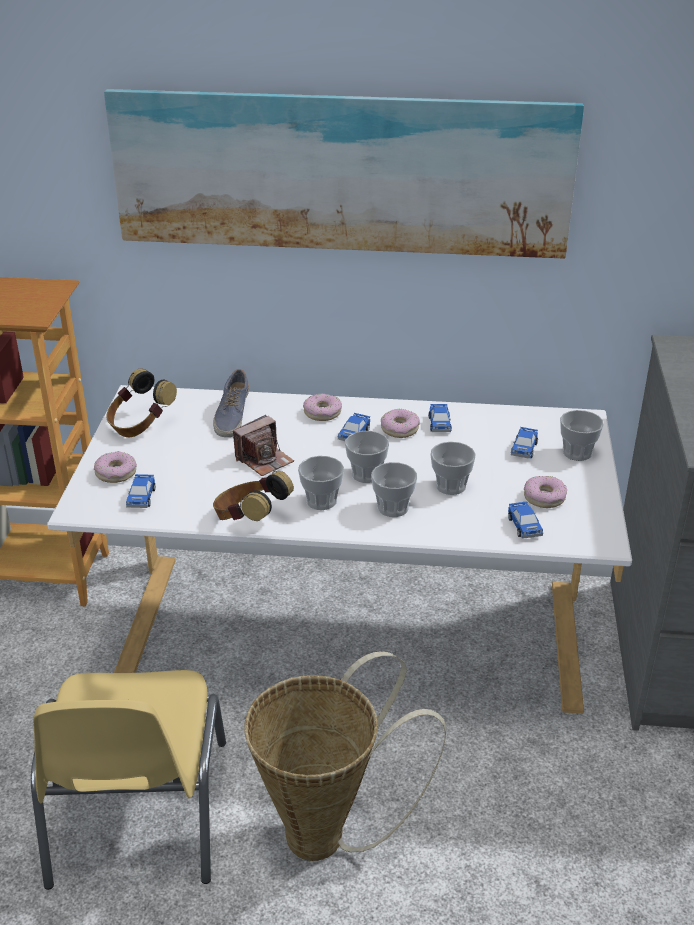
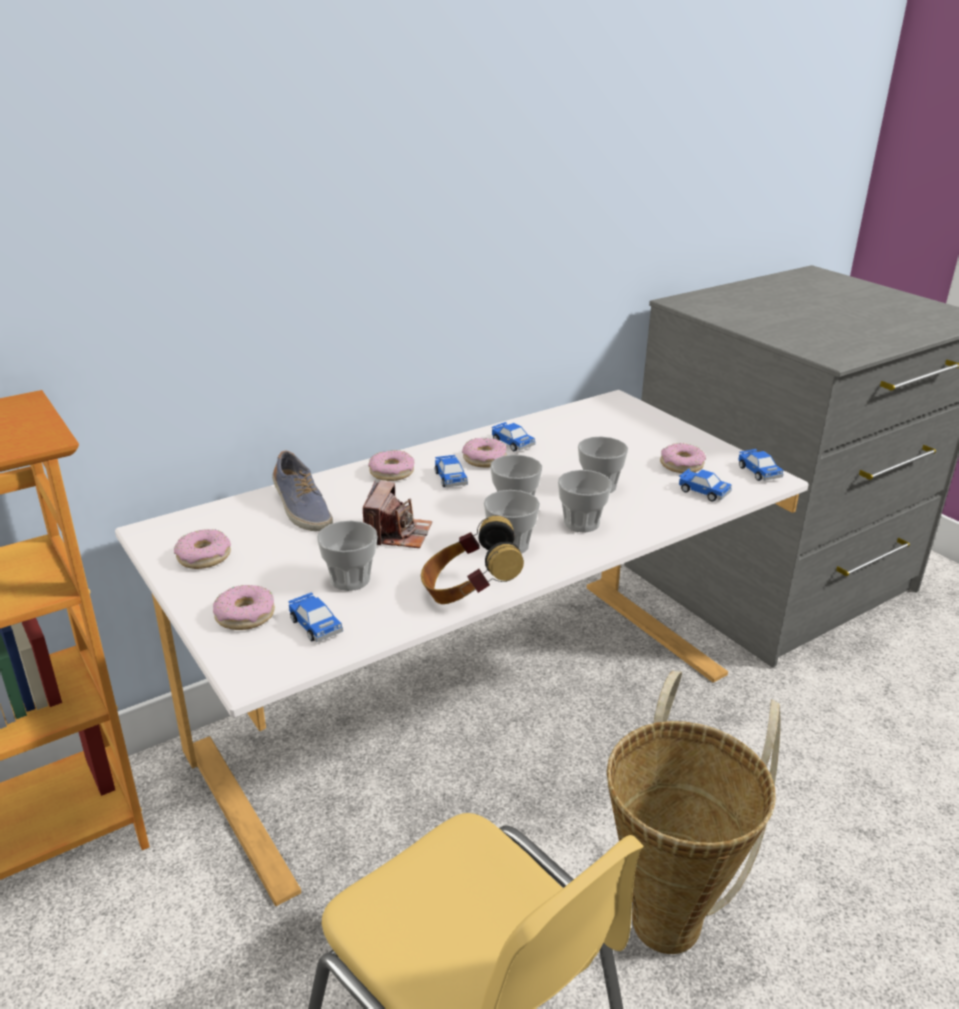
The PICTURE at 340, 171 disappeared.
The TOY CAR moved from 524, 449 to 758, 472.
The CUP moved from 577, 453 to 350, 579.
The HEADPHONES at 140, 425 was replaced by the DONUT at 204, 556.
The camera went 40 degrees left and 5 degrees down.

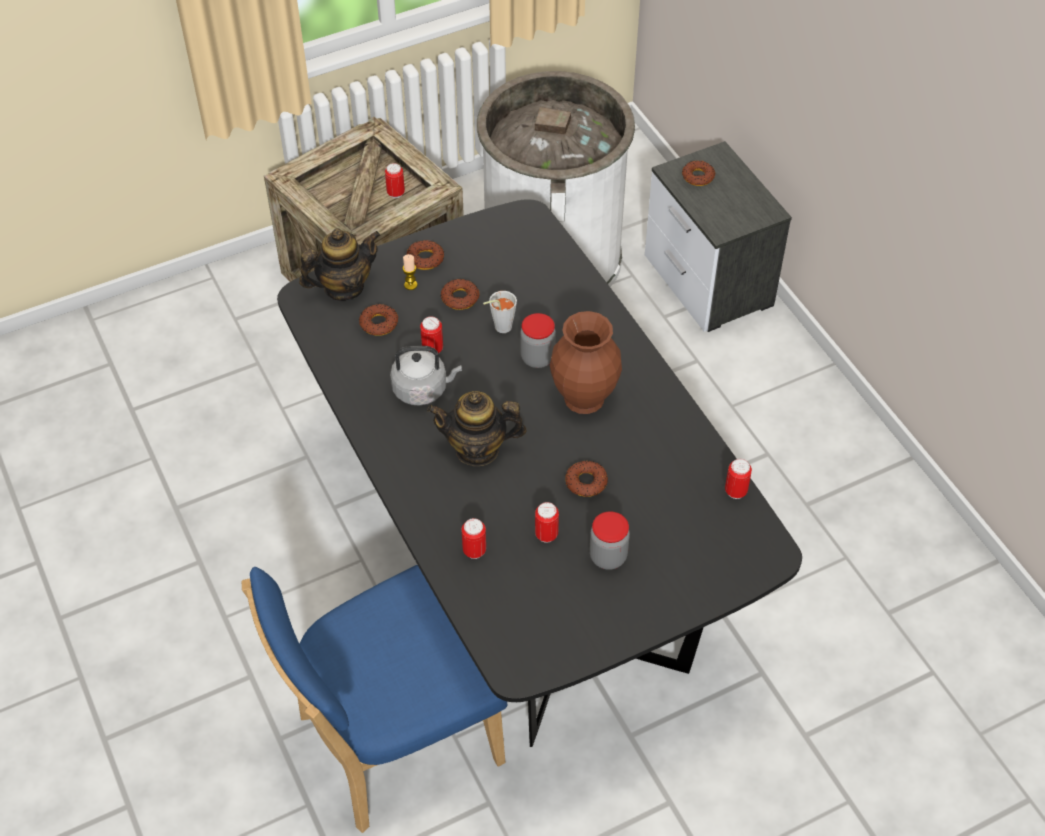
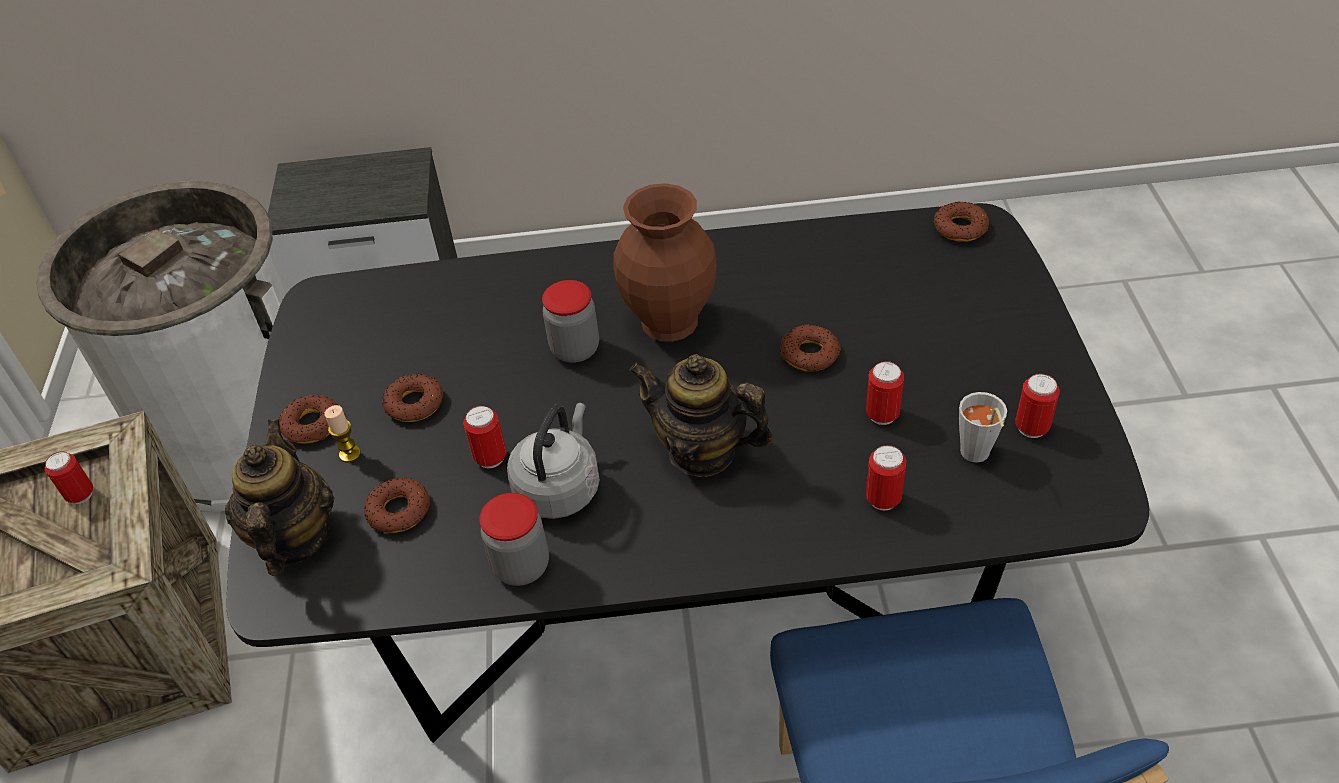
The GREY CUP moved from 499, 328 to 976, 457.
The JAR moved from 608, 556 to 521, 566.
The DONUT moved from 698, 176 to 960, 228.
The CAN moved from 735, 491 to 1031, 428.
The TEAPOT at 477, 449 turned 90 degrees clockwise.
The camera went 65 degrees left and 5 degrees down.

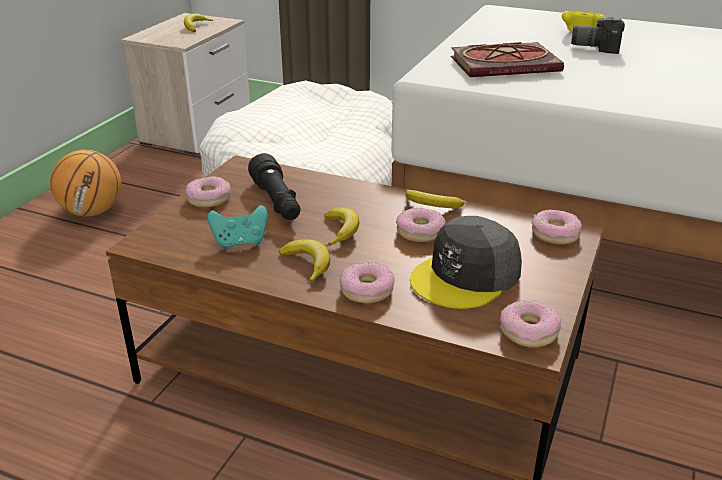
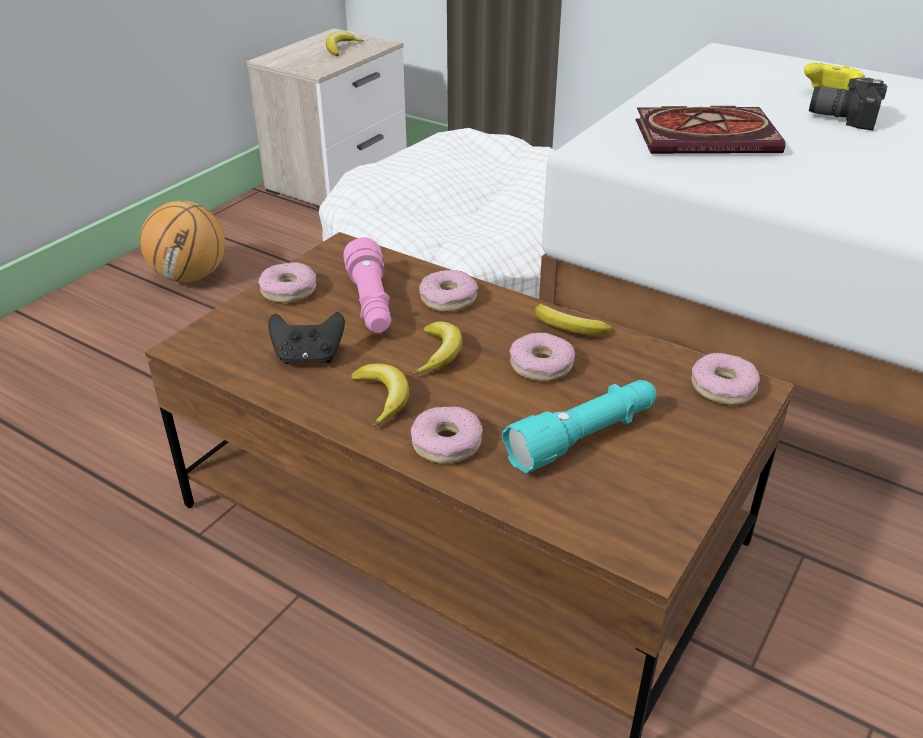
The DONUT moved from 529, 331 to 448, 299.
The GREY CAP at 466, 276 was replaced by the TURQUOISE FLASHLIGHT at 583, 437.
The TURQUOISE GAME CONTROLLER at 240, 242 became the BLACK GAME CONTROLLER at 308, 357.
The BLACK FLASHLIGHT at 277, 202 became the PINK FLASHLIGHT at 371, 304.
The camera went 10 degrees right and 5 degrees up.

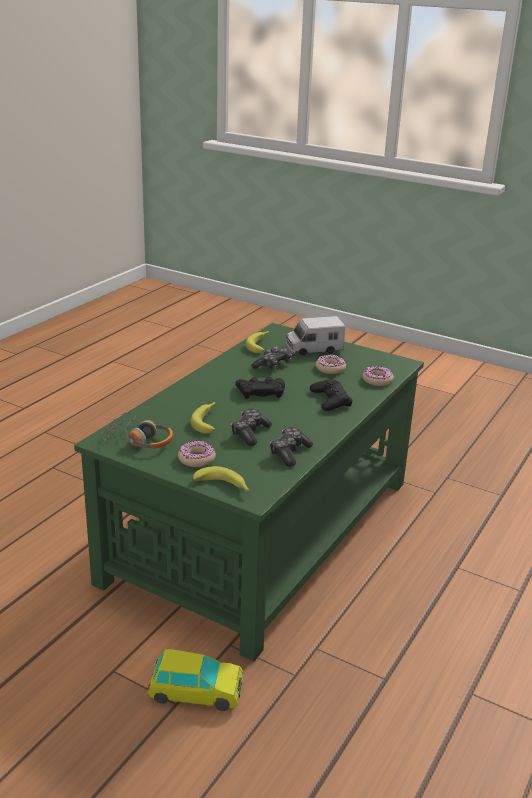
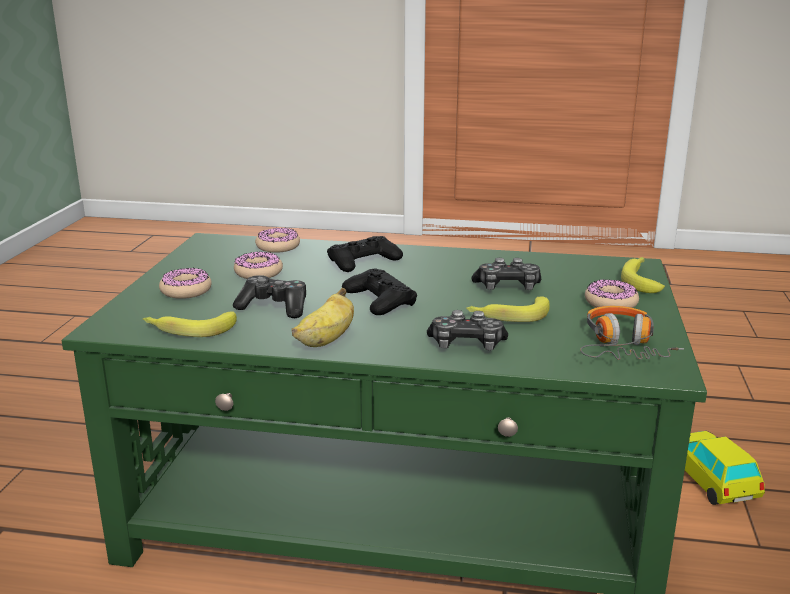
The BANANA at 326, 340 appeared.
The GAME CONTROLLER moved from 289, 453 to 466, 345.
The TOY TRUCK at 314, 349 was replaced by the DONUT at 186, 291.
The camera went 110 degrees left and 5 degrees down.

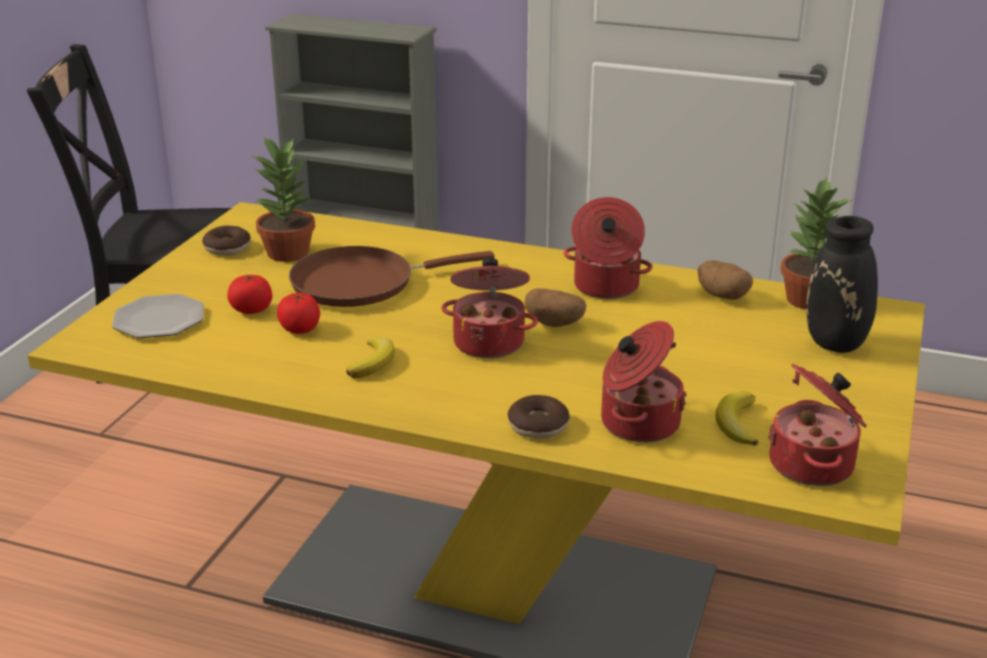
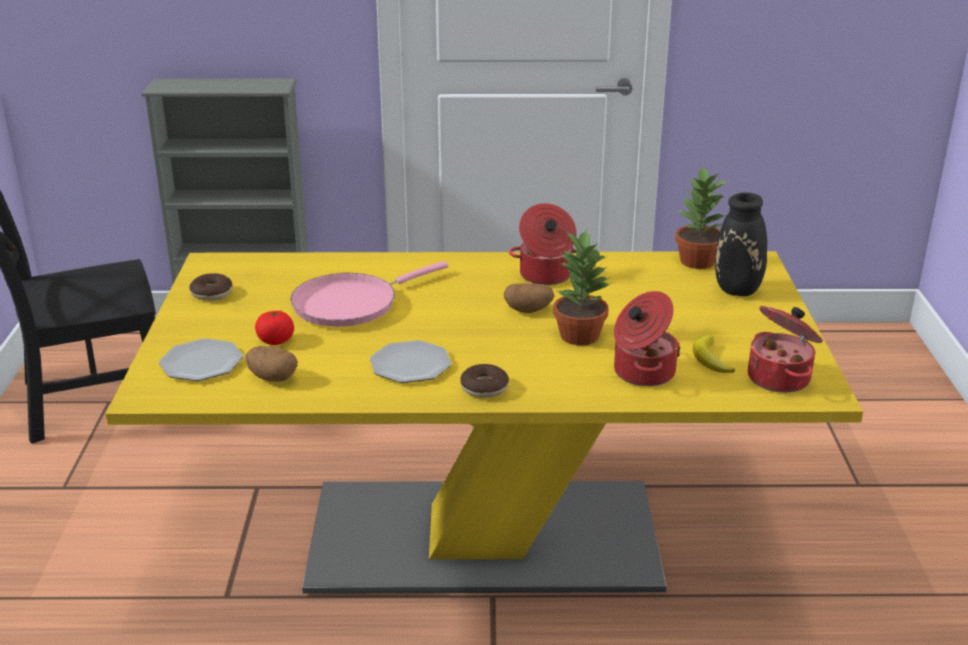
The TOMATO at 300, 329 disappeared.
The COOKING POT at 489, 342 disappeared.
The POTTED PLANT moved from 288, 252 to 579, 335.
The DONUT moved from 538, 426 to 484, 388.
The POTATO moved from 722, 296 to 272, 378.
The BANANA at 373, 362 was replaced by the PLATE at 411, 364.
The BROWN FRYING PAN at 361, 283 became the PINK FRYING PAN at 351, 304.
The camera went 20 degrees left and 0 degrees up.

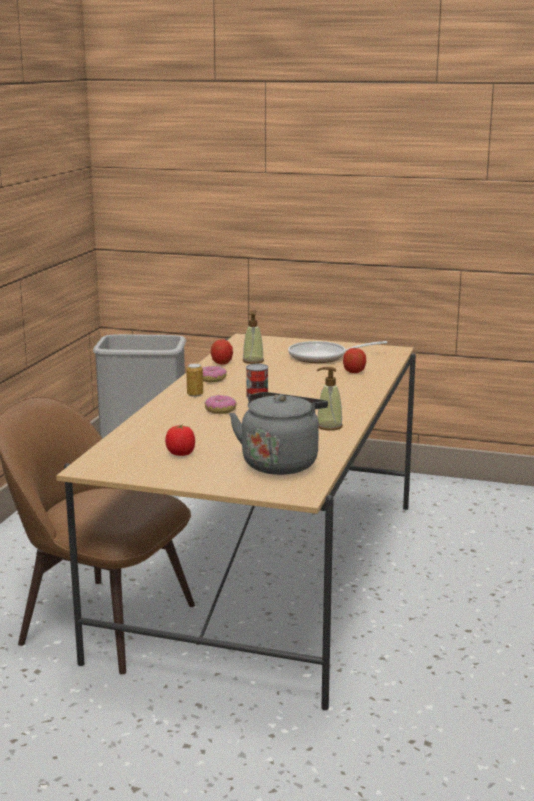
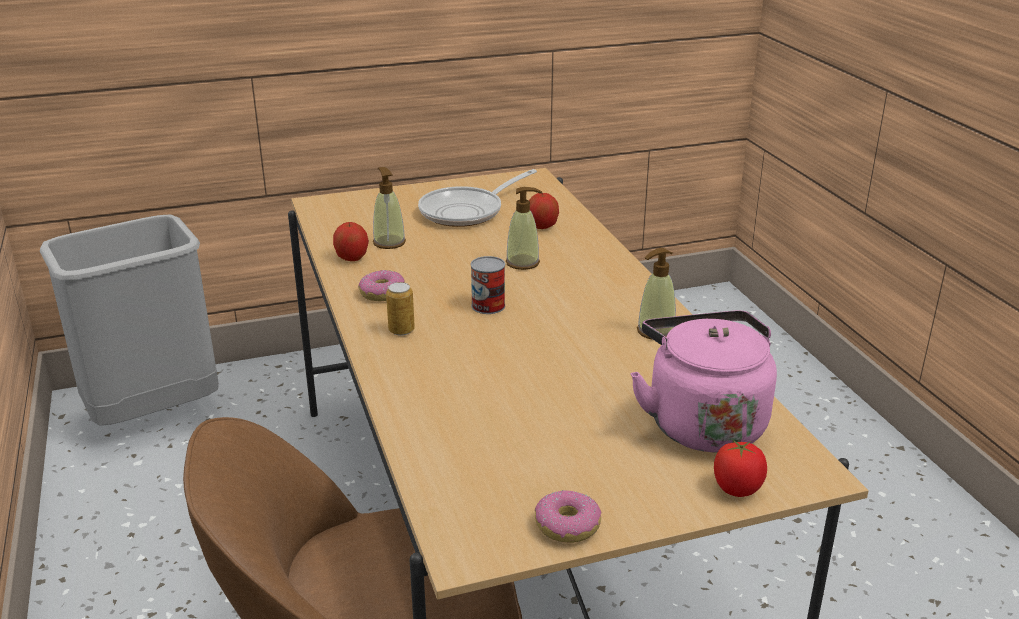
The SOAP DISPENSER at 523, 263 appeared.
The TOMATO moved from 181, 454 to 737, 489.
The DONUT moved from 220, 410 to 568, 525.
The GREY KETTLE at 281, 462 became the PINK KETTLE at 702, 422.
The camera went 35 degrees left and 10 degrees up.

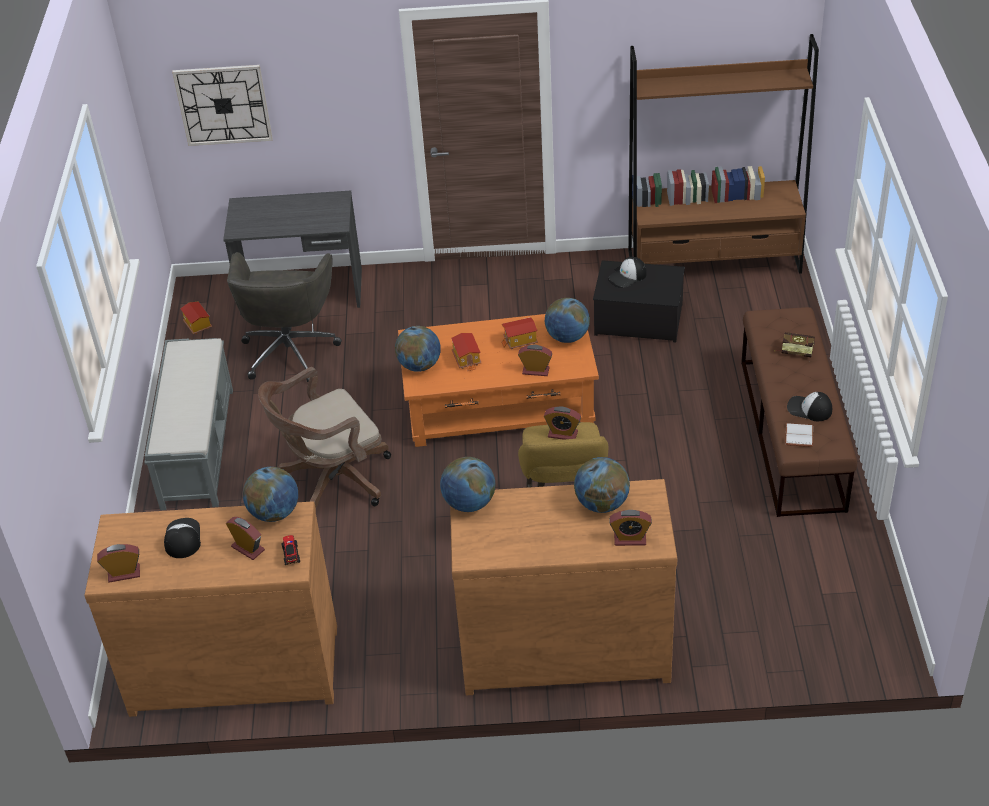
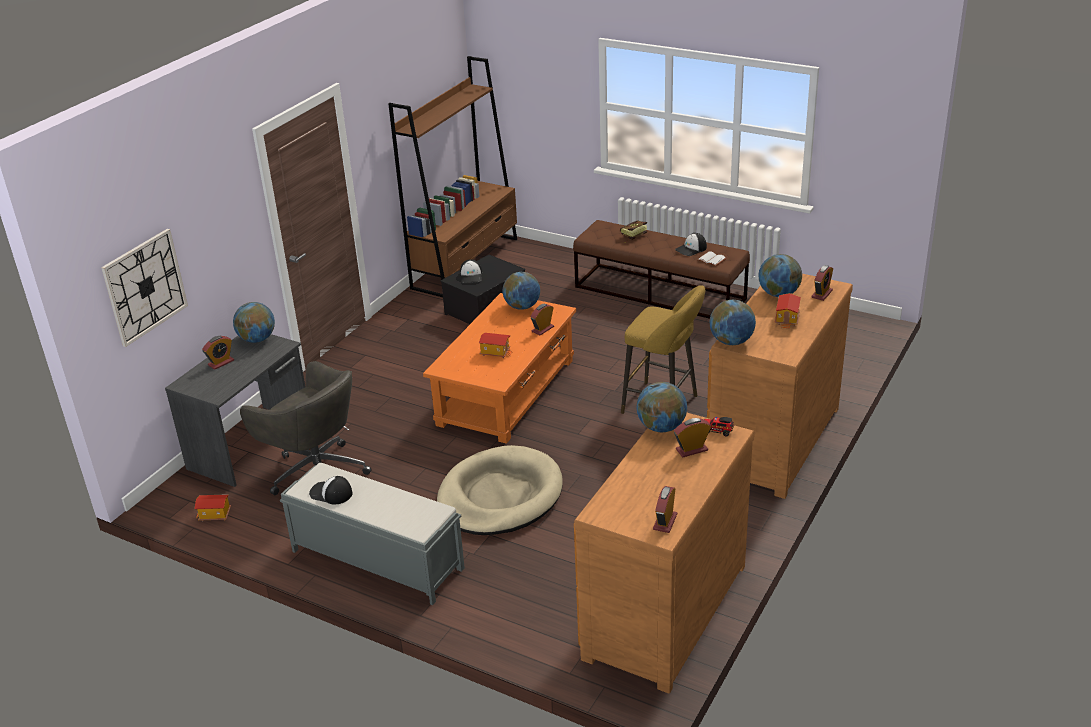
The CAP moved from 182, 538 to 331, 493.
The GLOBE moved from 419, 365 to 257, 339.
The TOY HOUSE moved from 520, 341 to 787, 319.
The ALARM CLOCK moved from 562, 434 to 221, 363.
The BROWN OFFICE CHAIR at 331, 481 was replaced by the BEIGE DOG BED at 500, 496.
The camera went 60 degrees left and 10 degrees down.

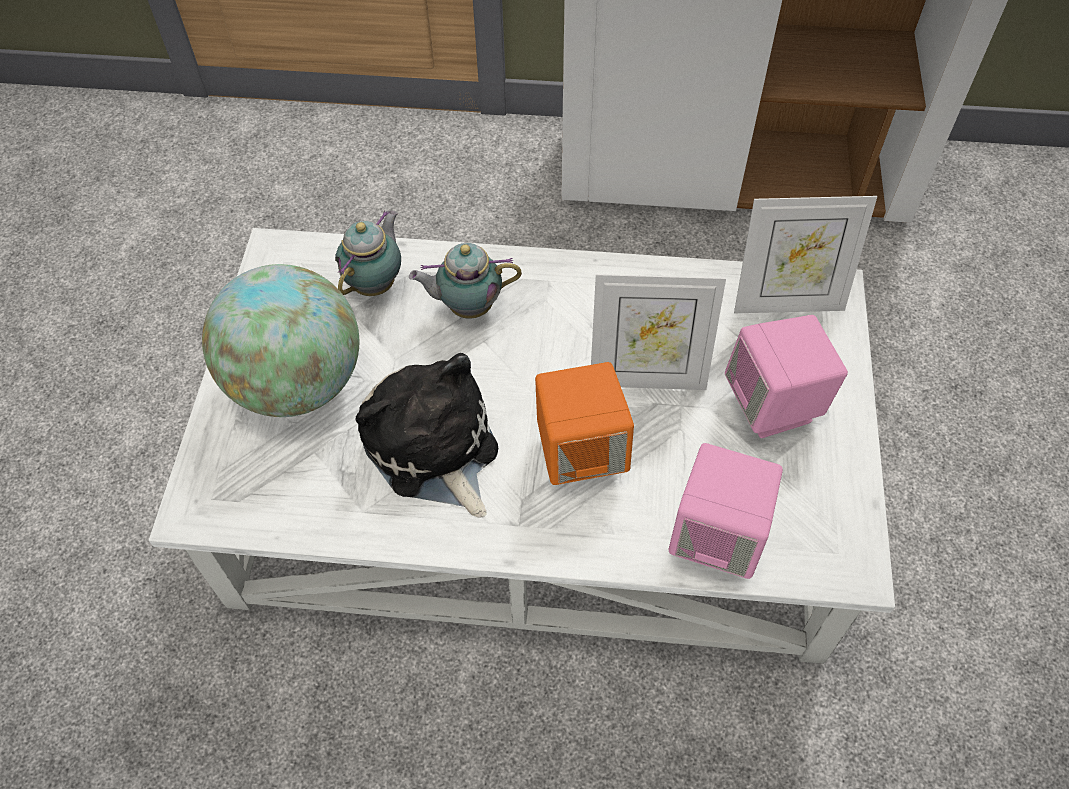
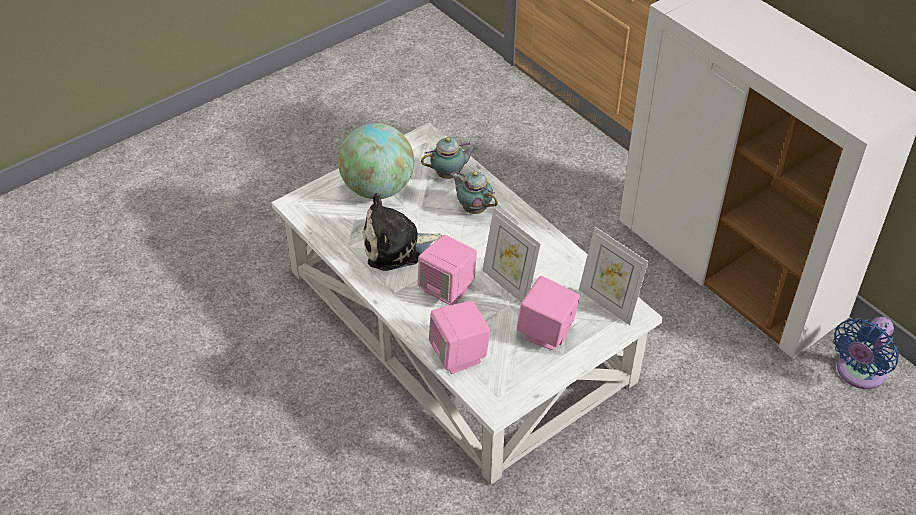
The BLUE FAN at 858, 373 appeared.
The ORANGE SPEAKER at 581, 452 became the PINK SPEAKER at 448, 289.
The PLUSH TOY at 433, 449 turned 120 degrees counterclockwise.
The camera went 45 degrees right and 10 degrees down.

